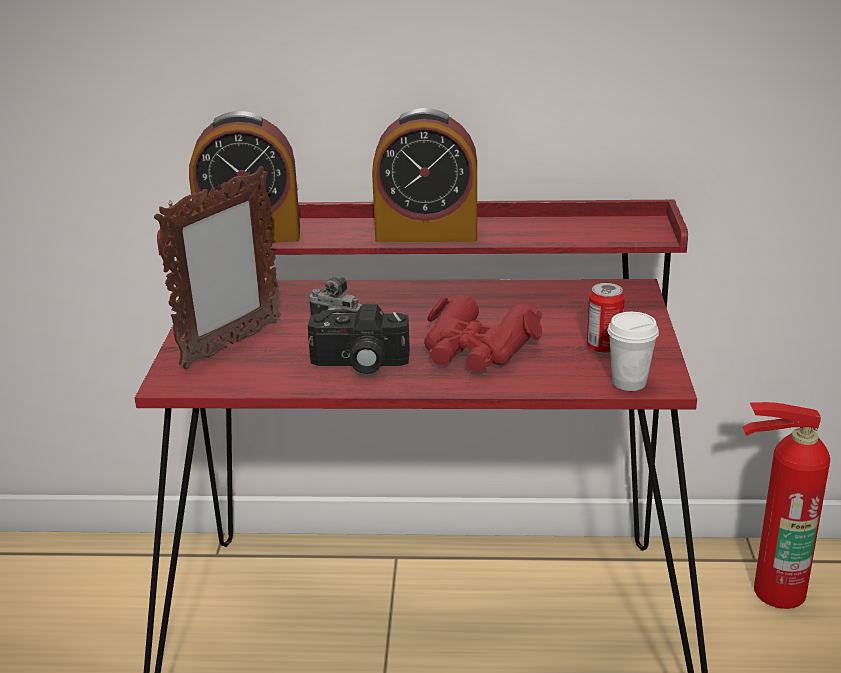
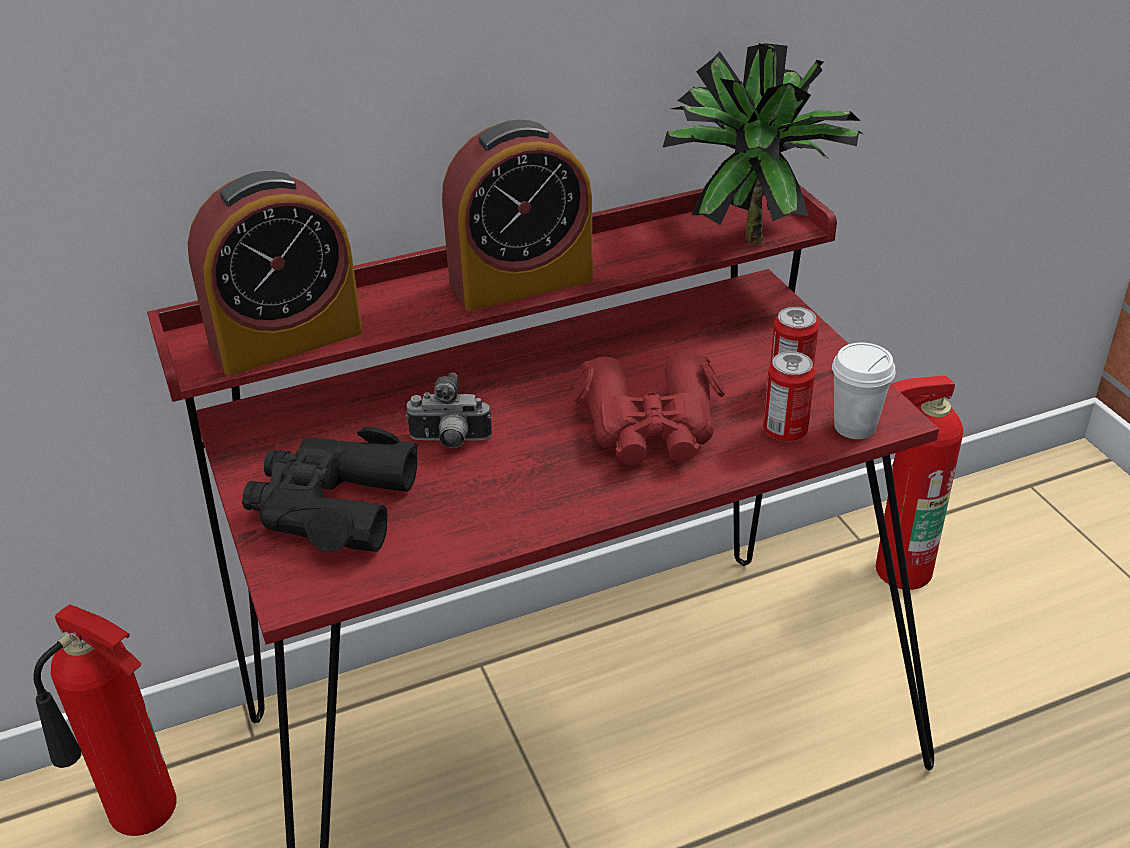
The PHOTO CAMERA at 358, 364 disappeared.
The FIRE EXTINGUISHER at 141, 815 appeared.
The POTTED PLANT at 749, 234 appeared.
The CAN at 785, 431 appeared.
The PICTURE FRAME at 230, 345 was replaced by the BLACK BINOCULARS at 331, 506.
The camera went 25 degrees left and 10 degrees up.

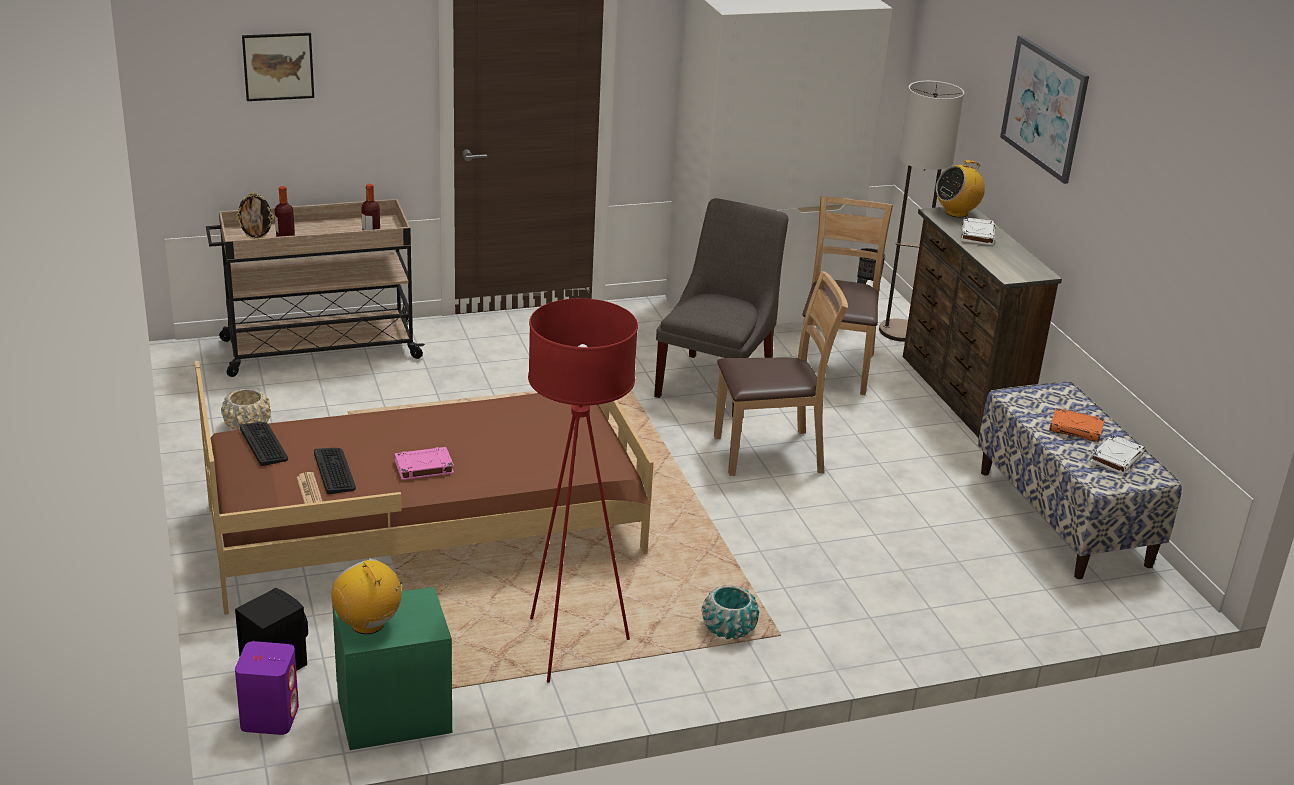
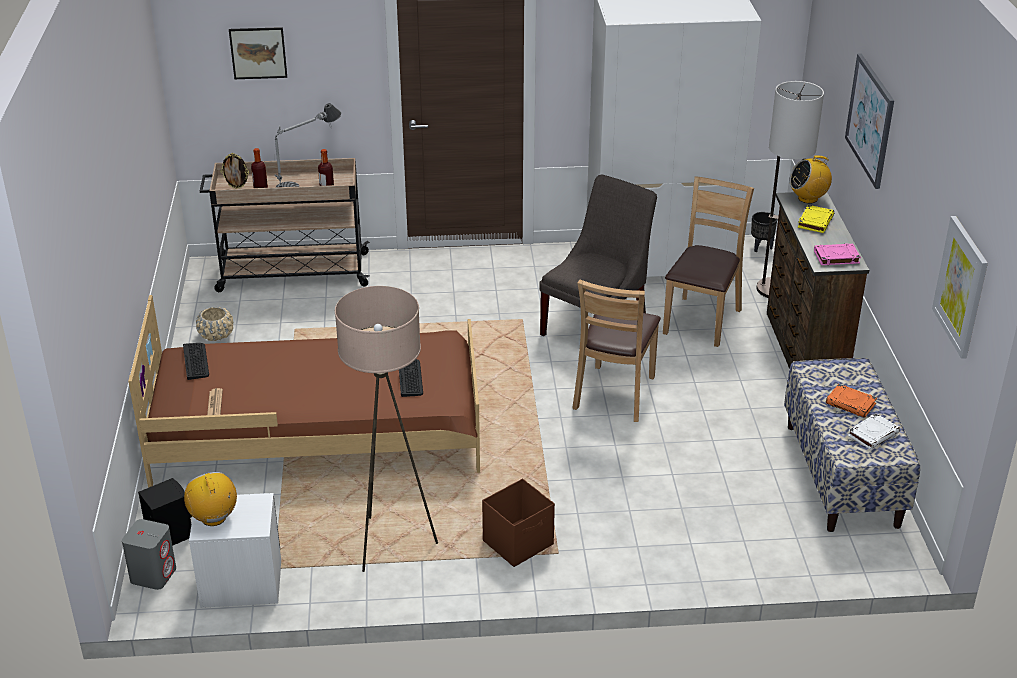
The TABLE LAMP at 308, 180 appeared.
The PICTURE at 961, 286 appeared.
The KEYBOARD moved from 334, 471 to 410, 378.
The PINK BOOK moved from 423, 467 to 836, 257.
The TURQUOISE PLANTER at 728, 628 was replaced by the BROWN STORAGE BOX at 519, 543.
The PURPLE SPEAKER at 270, 717 became the GREY SPEAKER at 153, 574.
The GREEN NIGHTSTAND at 394, 714 became the WHITE NIGHTSTAND at 241, 583.
The RED FLOOR LAMP at 570, 647 became the BEIGE FLOOR LAMP at 390, 544.
The WHITE BOOK at 977, 234 became the YELLOW BOOK at 815, 221.
The BROWN CHAIR at 769, 453 turned 105 degrees clockwise.
The camera went 15 degrees right and 5 degrees up.

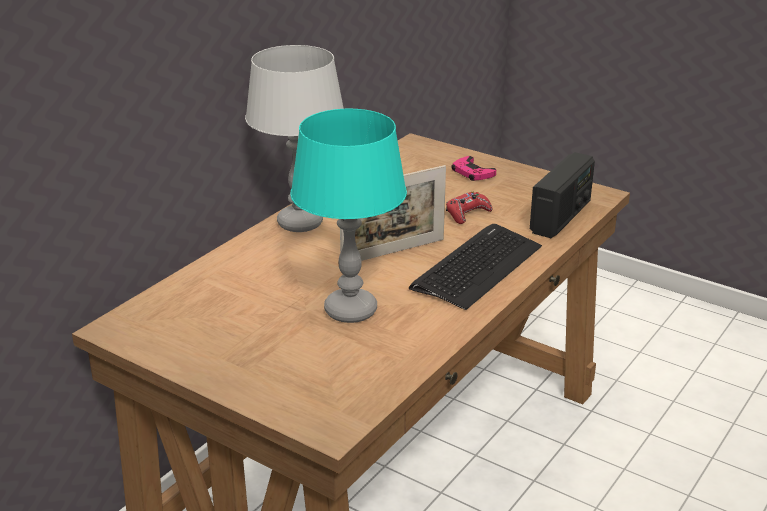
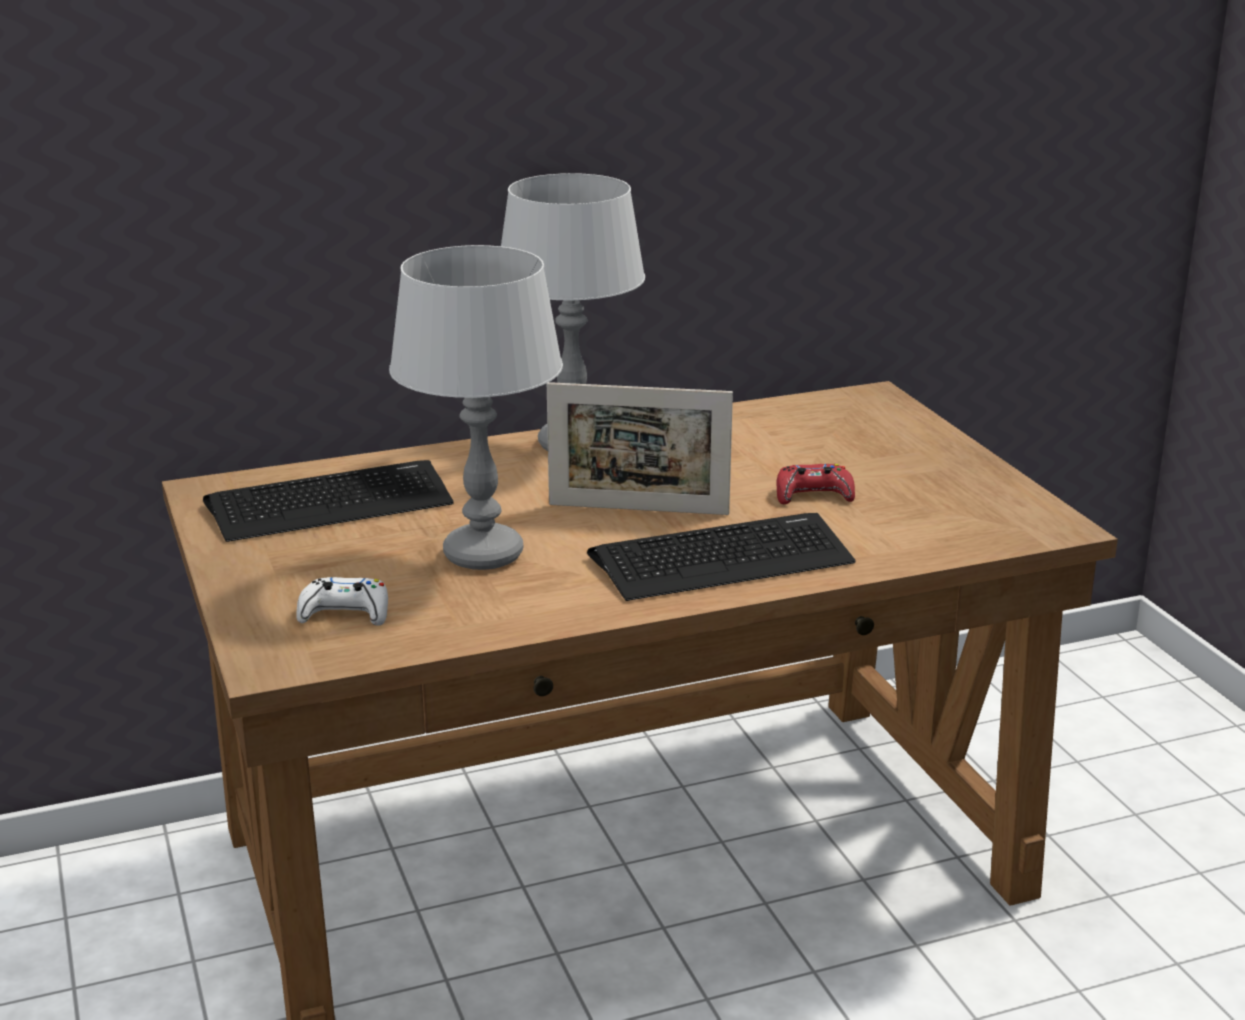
The PINK GAME CONTROLLER at 472, 173 disappeared.
The RADIO at 561, 217 disappeared.
The KEYBOARD at 330, 503 appeared.
The WHITE GAME CONTROLLER at 345, 613 appeared.
The TURQUOISE TABLE LAMP at 350, 310 became the GREY TABLE LAMP at 484, 554.
The camera went 35 degrees right and 5 degrees down.

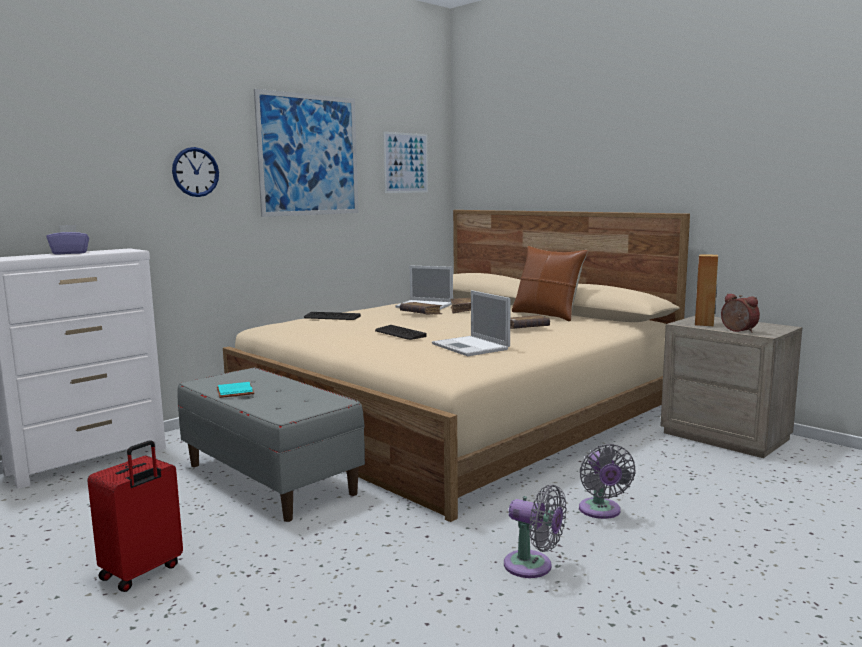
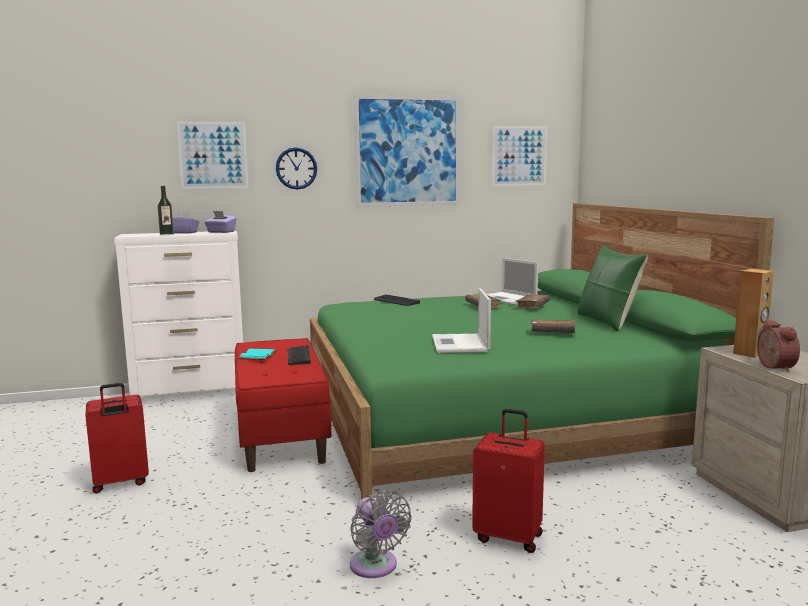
The BOTTLE at 166, 234 appeared.
The PICTURE at 213, 155 appeared.
The PURPLE TISSUE BOX at 221, 232 appeared.
The KEYBOARD moved from 399, 333 to 299, 356.
The GREY FAN at 601, 511 was replaced by the RED SUITCASE at 509, 536.
The GREY BENCH at 270, 479 became the RED BENCH at 281, 434.
The BEIGE BED at 456, 416 became the GREEN BED at 498, 412.
The BROWN PILLOW at 547, 315 became the GREEN PILLOW at 607, 321.
The camera went 30 degrees right and 0 degrees up.

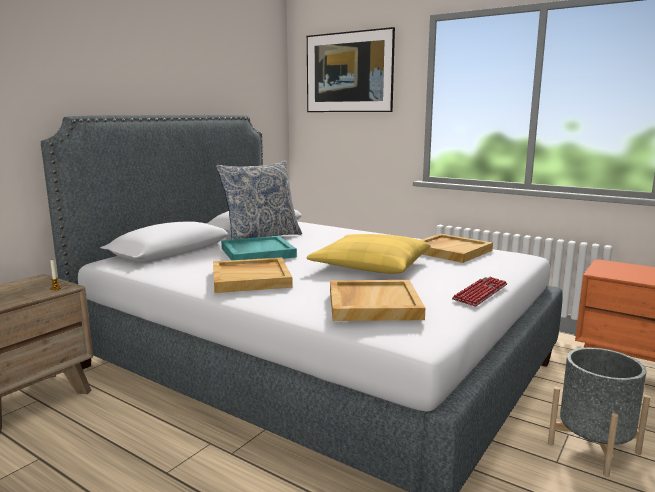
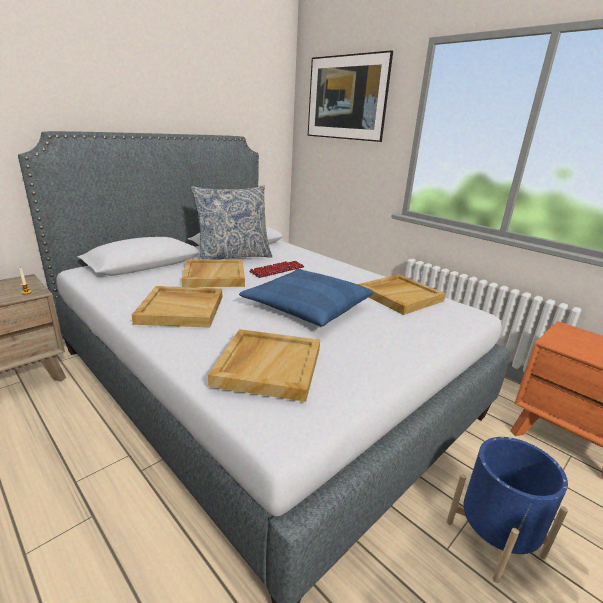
The KEYBOARD moved from 480, 292 to 277, 270.
The TURQUOISE TRAY at 257, 252 became the BEIGE TRAY at 214, 276.
The YELLOW PILLOW at 370, 266 became the BLUE PILLOW at 307, 307.
The GREY PLANTER at 593, 448 became the BLUE PLANTER at 494, 539.
The camera went 10 degrees right and 10 degrees up.

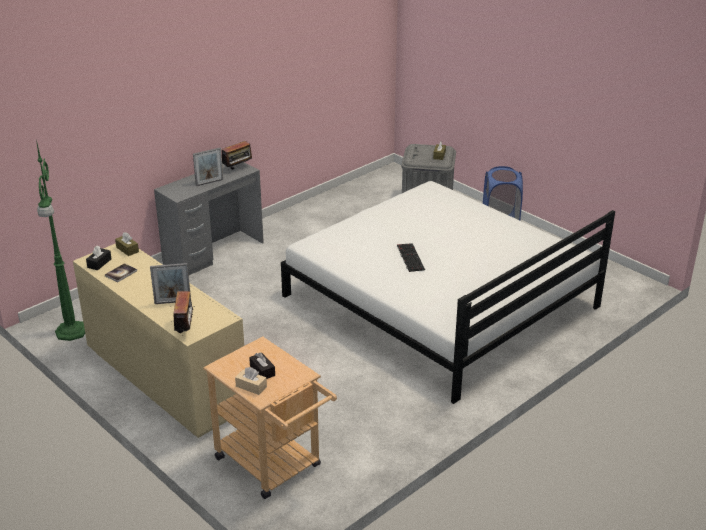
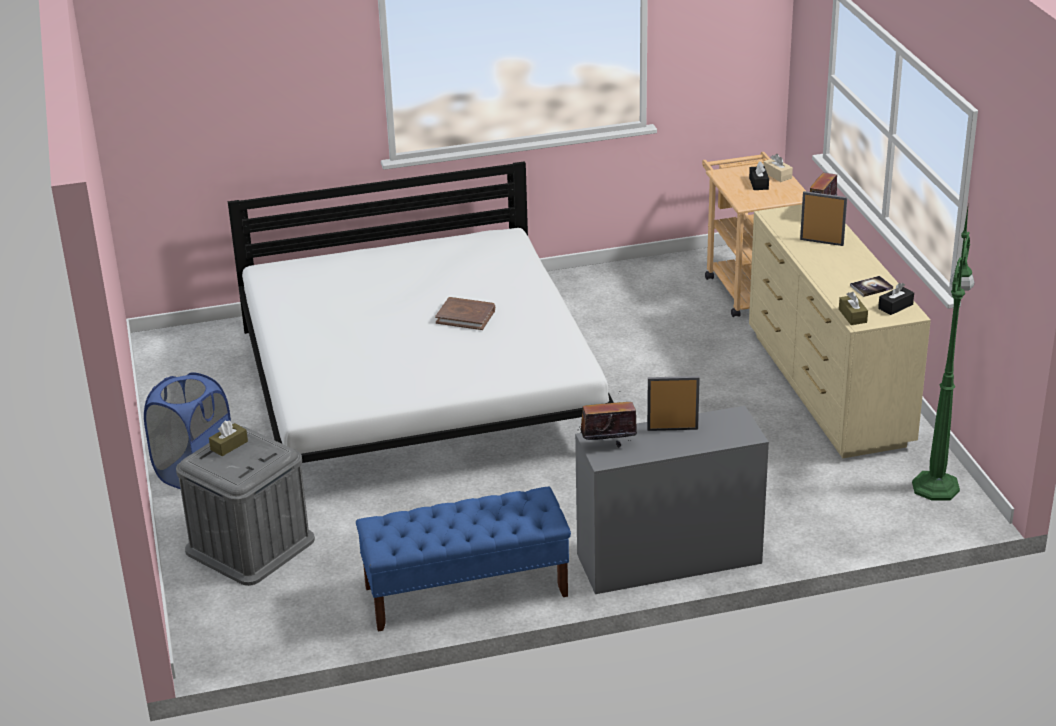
The BLUE BENCH at 465, 592 appeared.
The KEYBOARD at 409, 257 was replaced by the BROWN BOOK at 466, 316.
The camera went 150 degrees left and 0 degrees up.

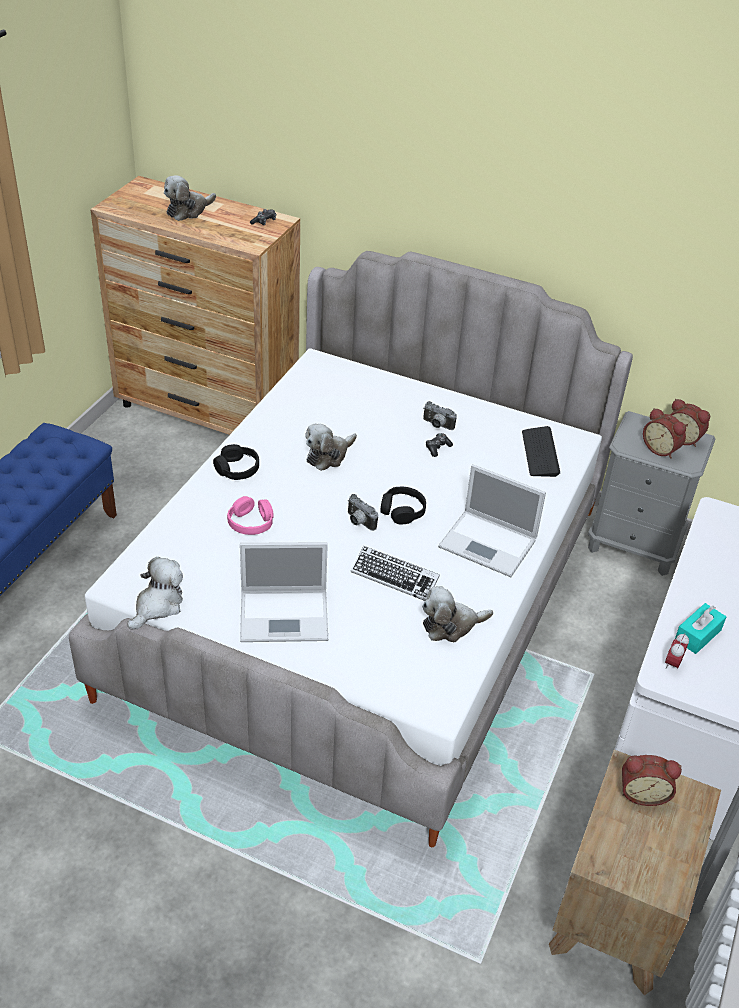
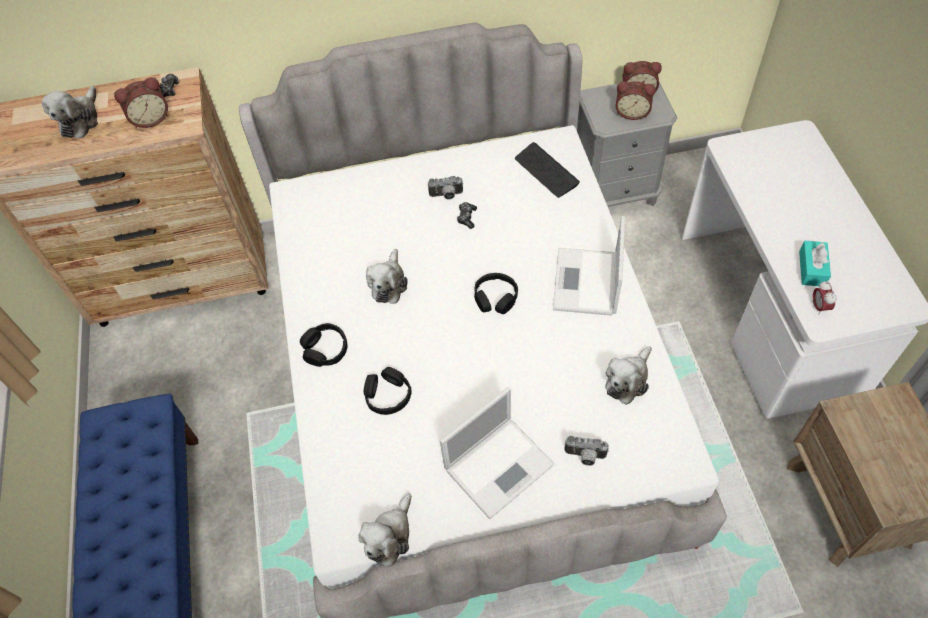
The KEYBOARD at 394, 577 disappeared.
The PHOTO CAMERA moved from 358, 522 to 585, 457.
The ALARM CLOCK moved from 642, 792 to 150, 118.
The PINK HEADPHONES at 251, 522 became the BLACK HEADPHONES at 388, 395.
The PLUSH TOY at 158, 605 turned 150 degrees counterclockwise.
The LAPTOP at 489, 544 turned 105 degrees clockwise.
The camera went 30 degrees left and 15 degrees up.

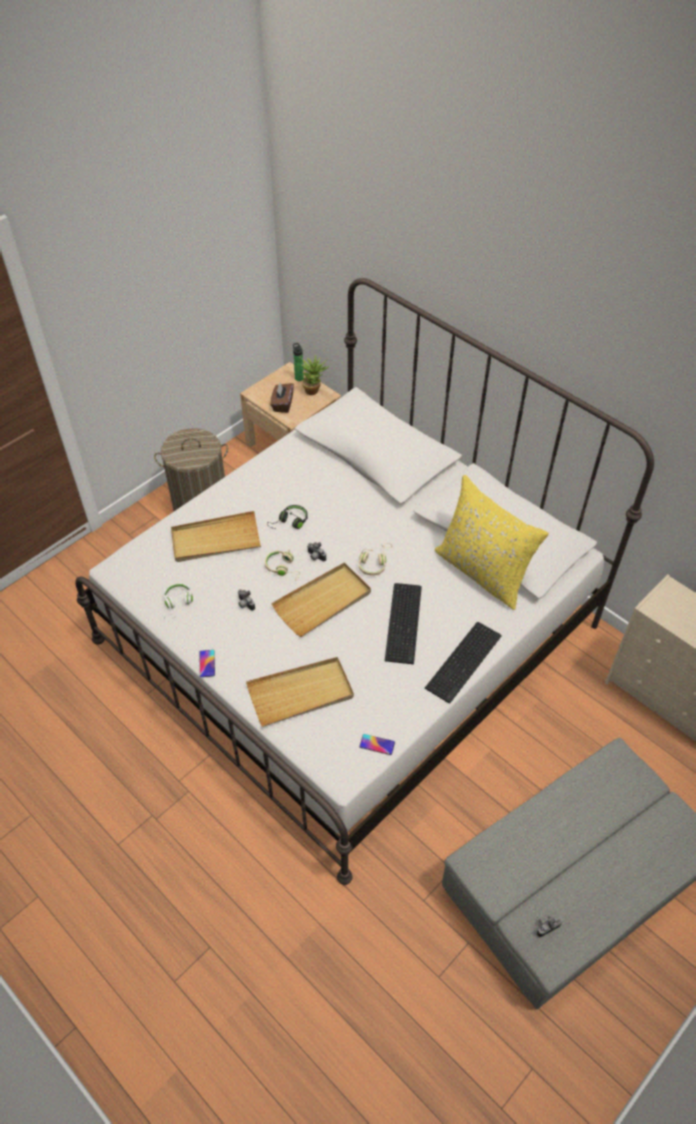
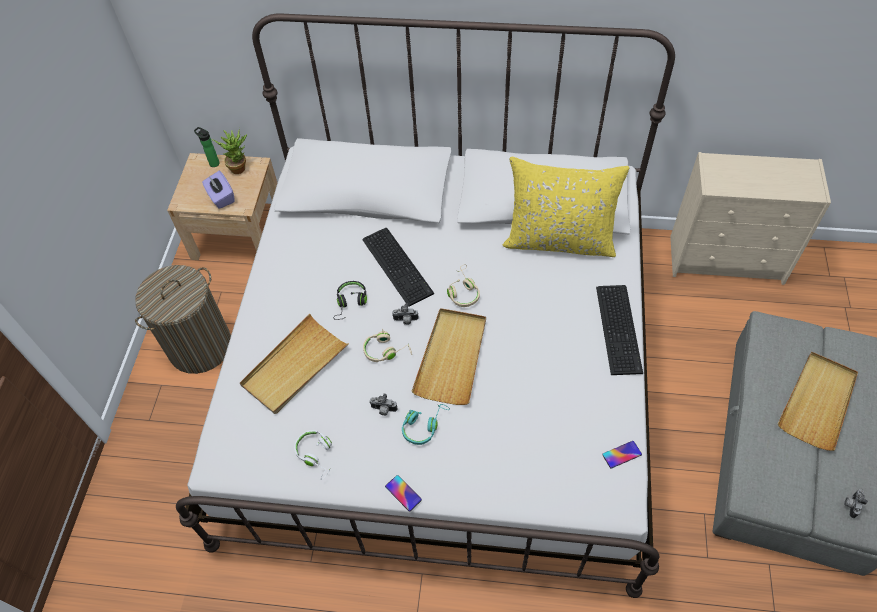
The TURQUOISE HEADPHONES at 423, 426 appeared.
The BEIGE TRAY moved from 301, 693 to 817, 401.
The KEYBOARD moved from 405, 622 to 398, 264.
The BROWN TISSUE BOX at 282, 404 became the PURPLE TISSUE BOX at 221, 197.
The camera went 35 degrees left and 5 degrees up.

